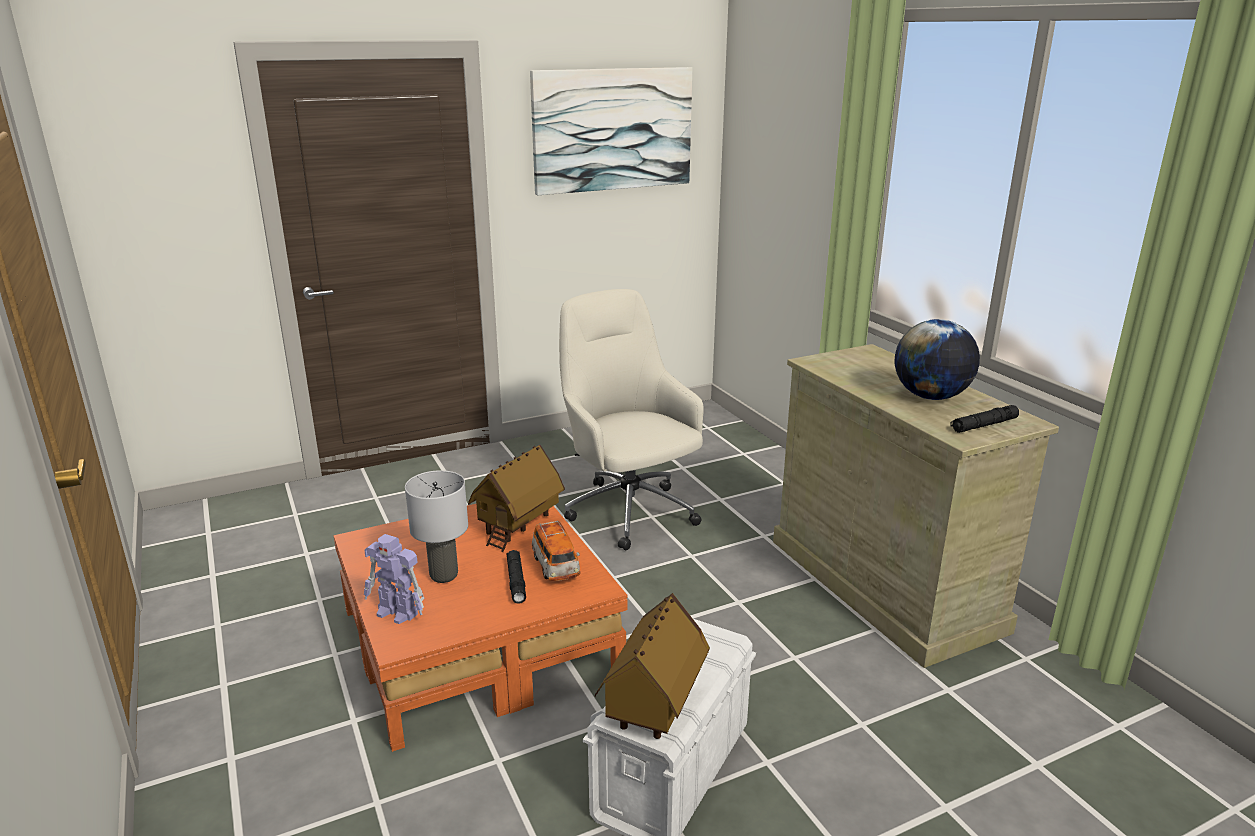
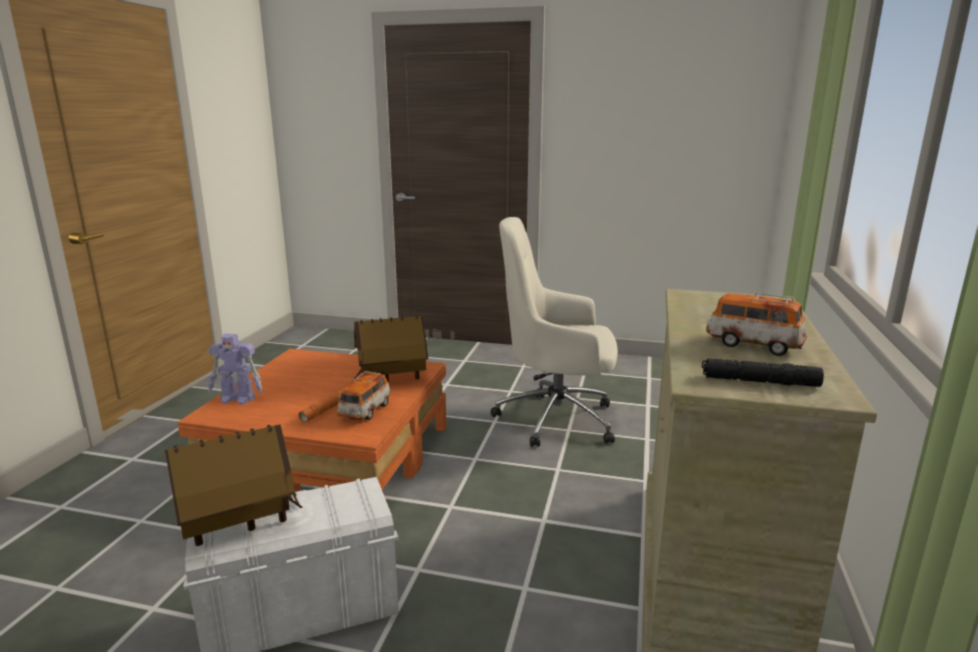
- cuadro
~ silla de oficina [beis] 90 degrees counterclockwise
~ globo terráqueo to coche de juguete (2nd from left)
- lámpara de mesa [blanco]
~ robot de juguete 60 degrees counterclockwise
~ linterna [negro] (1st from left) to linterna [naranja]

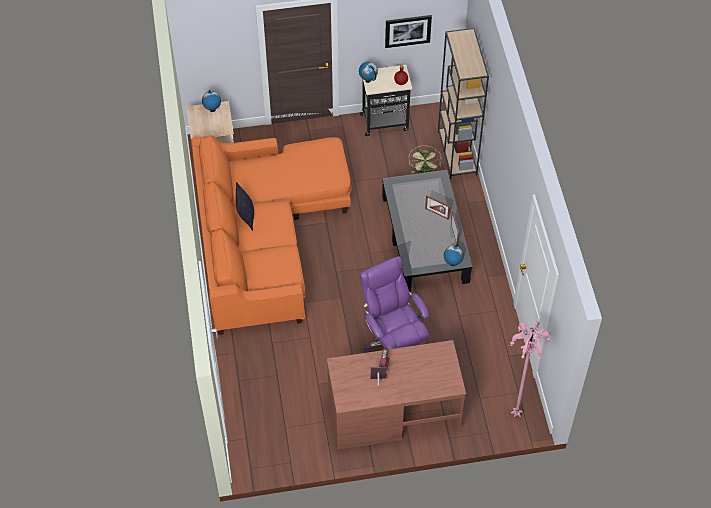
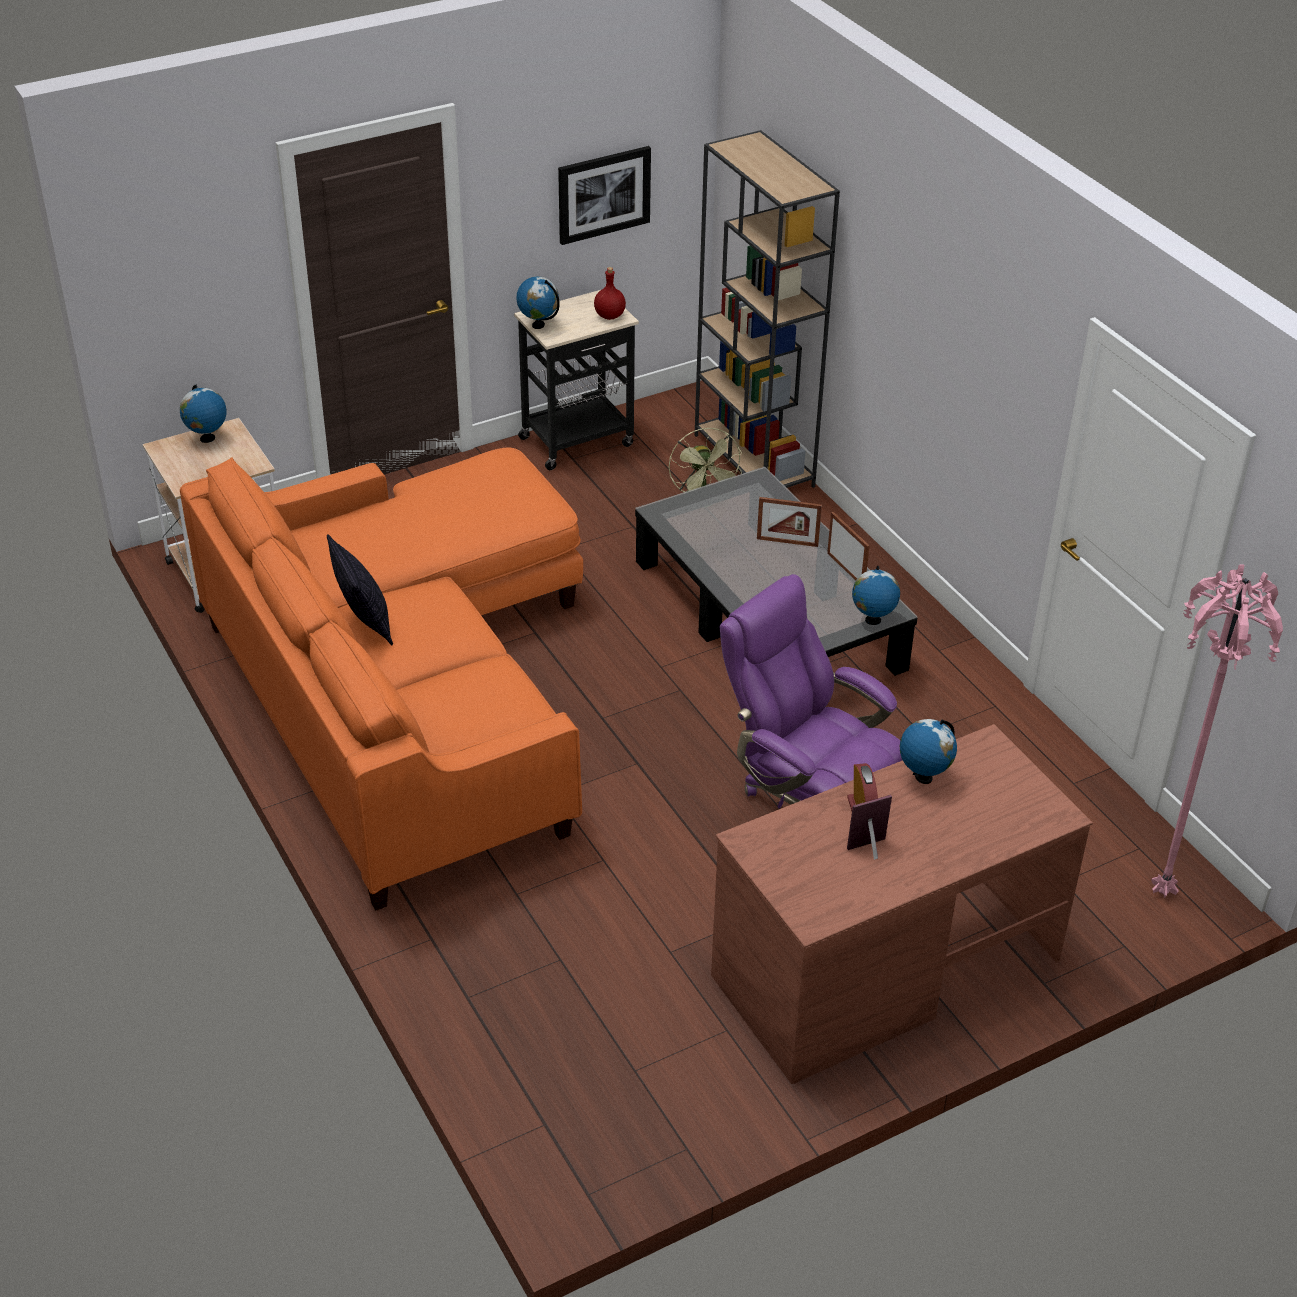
+ globo terráqueo (4th from left)

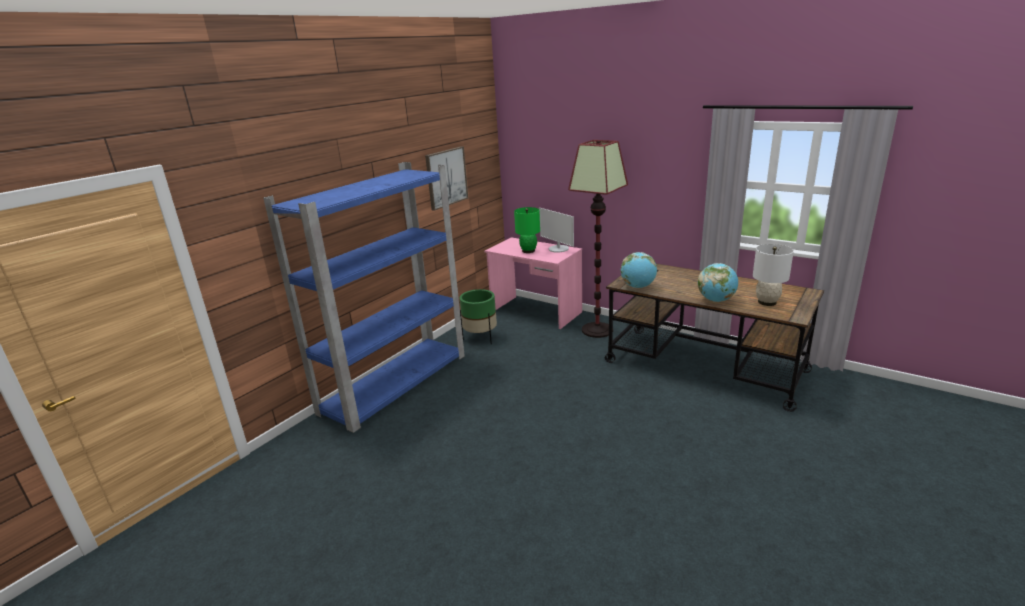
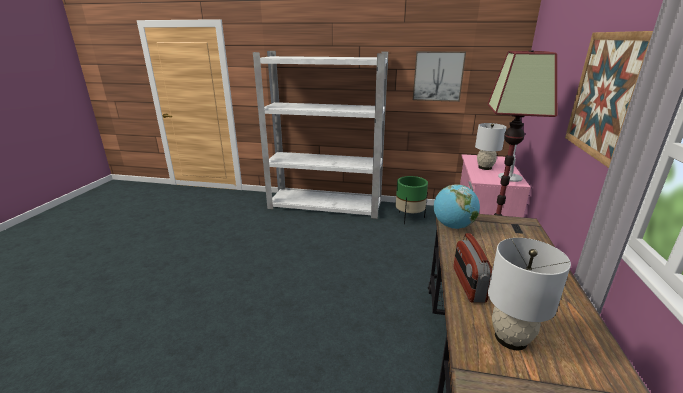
~ estantería [azul] to estantería [blanco]
~ lámpara de mesa [verde] to lámpara de mesa [blanco] (1st from left)
~ globo terráqueo (2nd from left) to radio
+ cuadro (2nd from left)

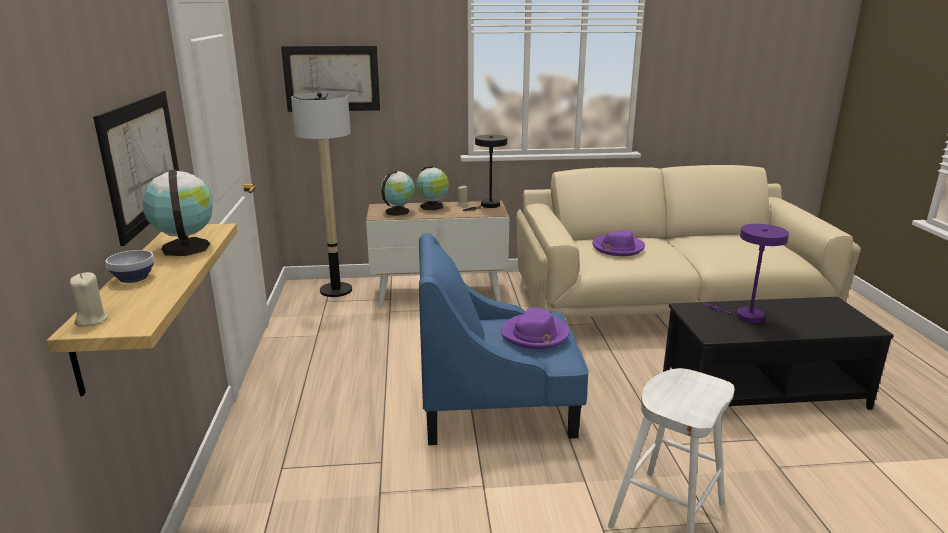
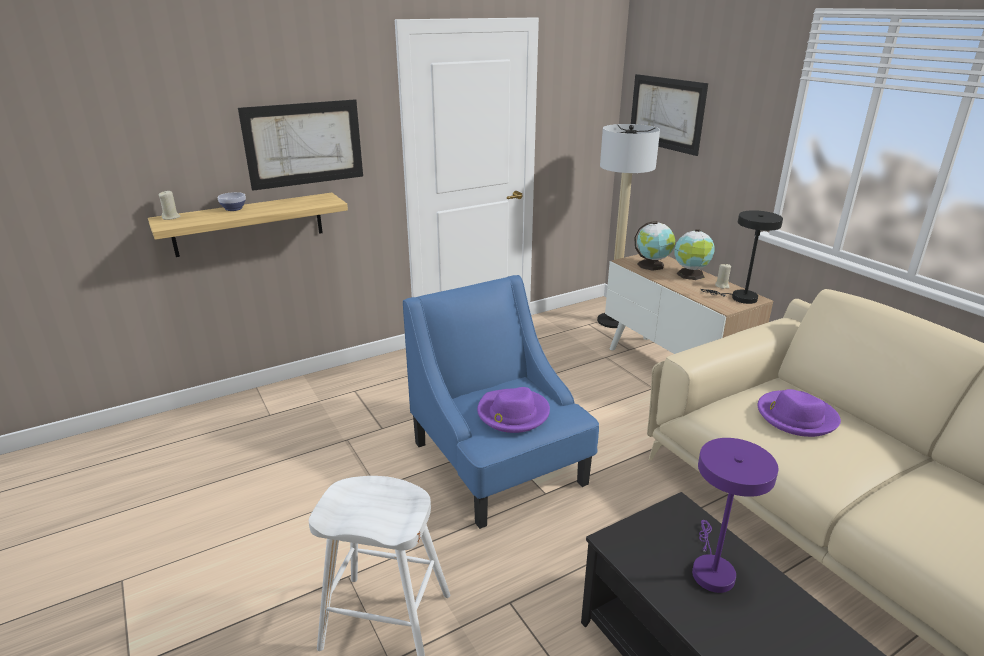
- globo terráqueo (1st from left)

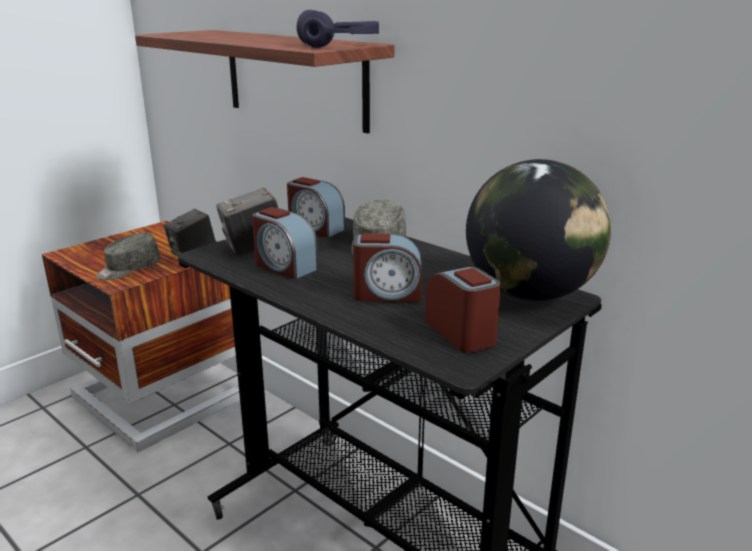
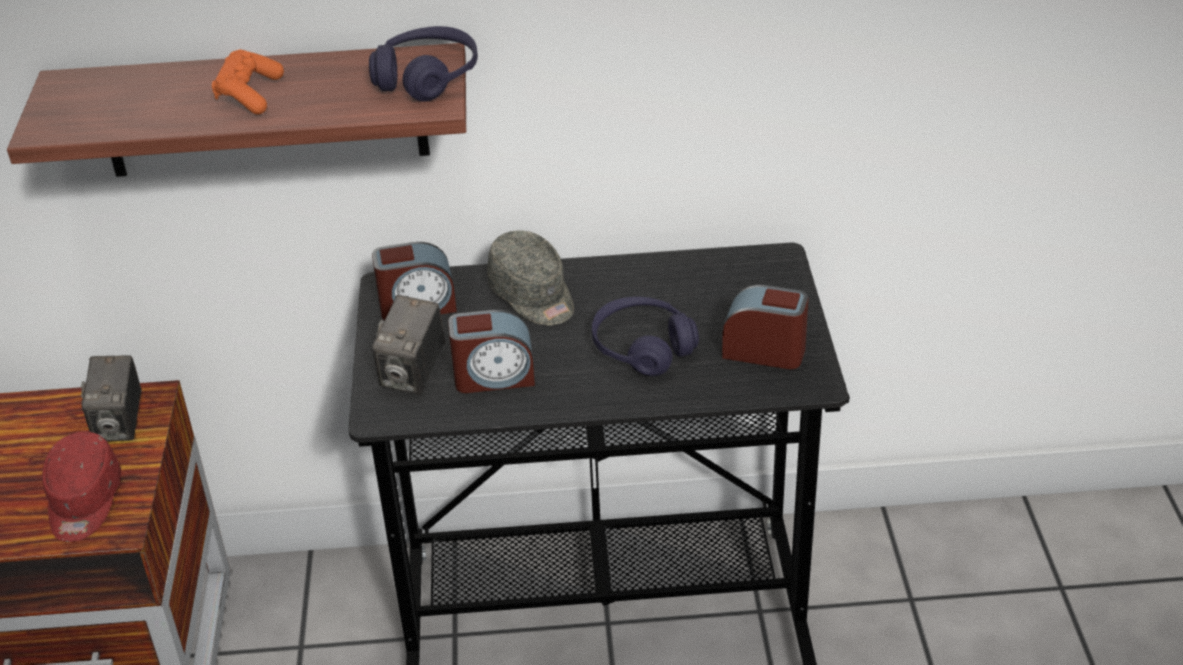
- globo terráqueo
~ gorra [gris] (1st from left) to gorra [rojo]
~ despertador (3rd from left) to auriculares [morado] (2nd from left)
+ mando de consola [naranja]

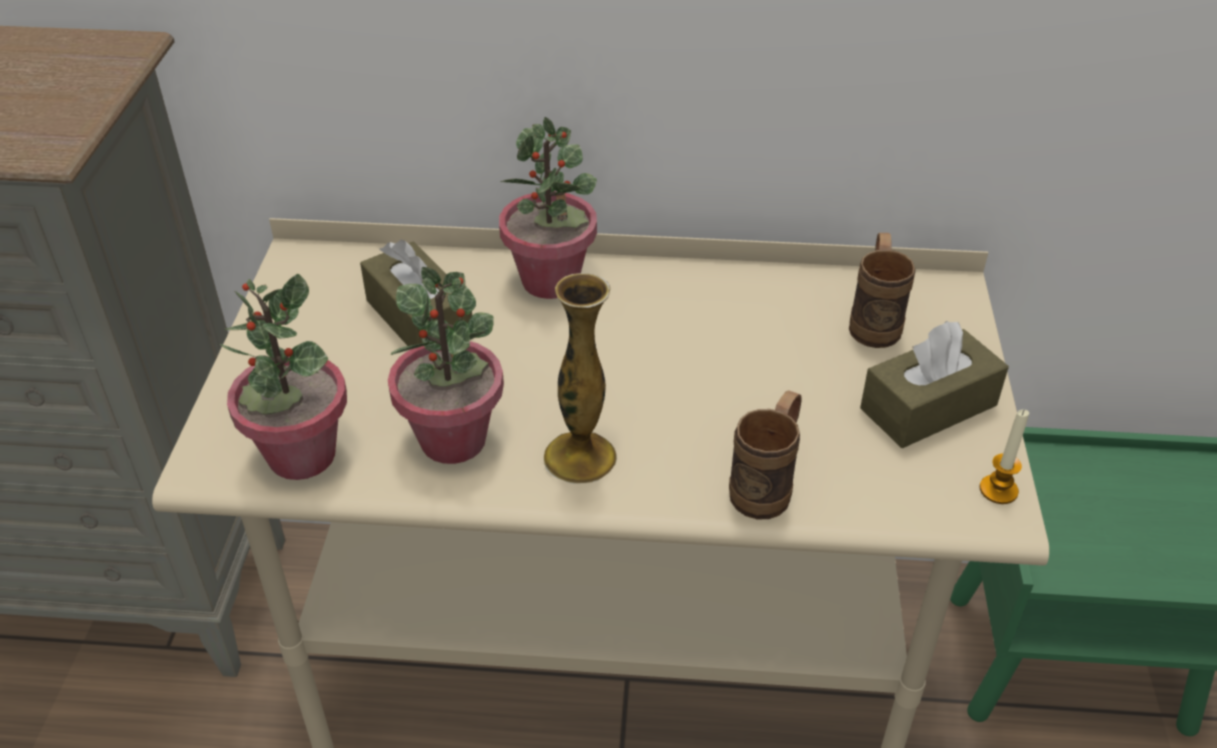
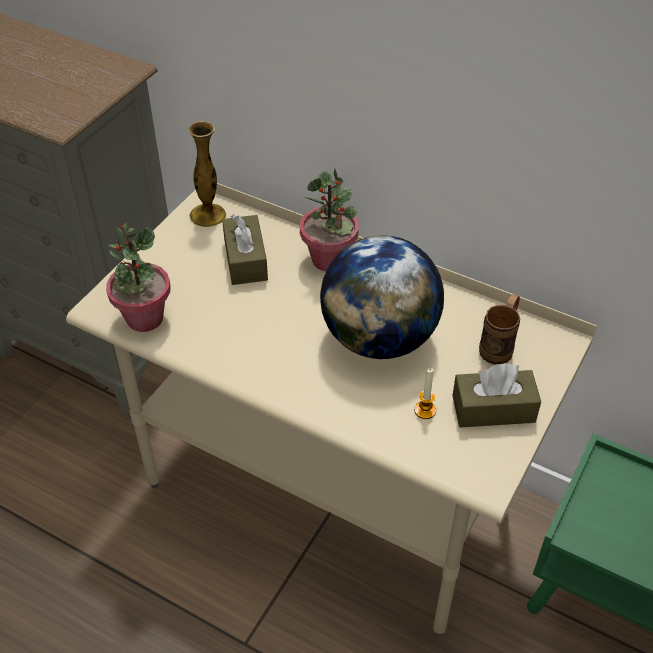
- planta en maceta (2nd from left)
~ florero
- taza grande [marrón] (1st from left)
~ vela
+ globo terráqueo

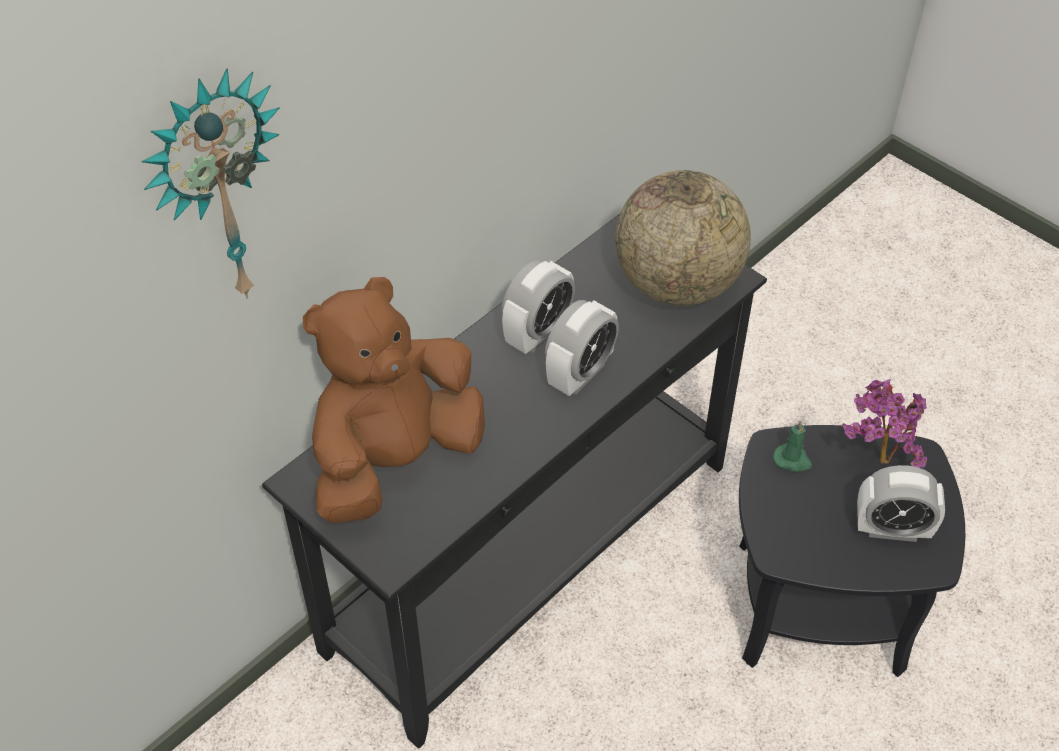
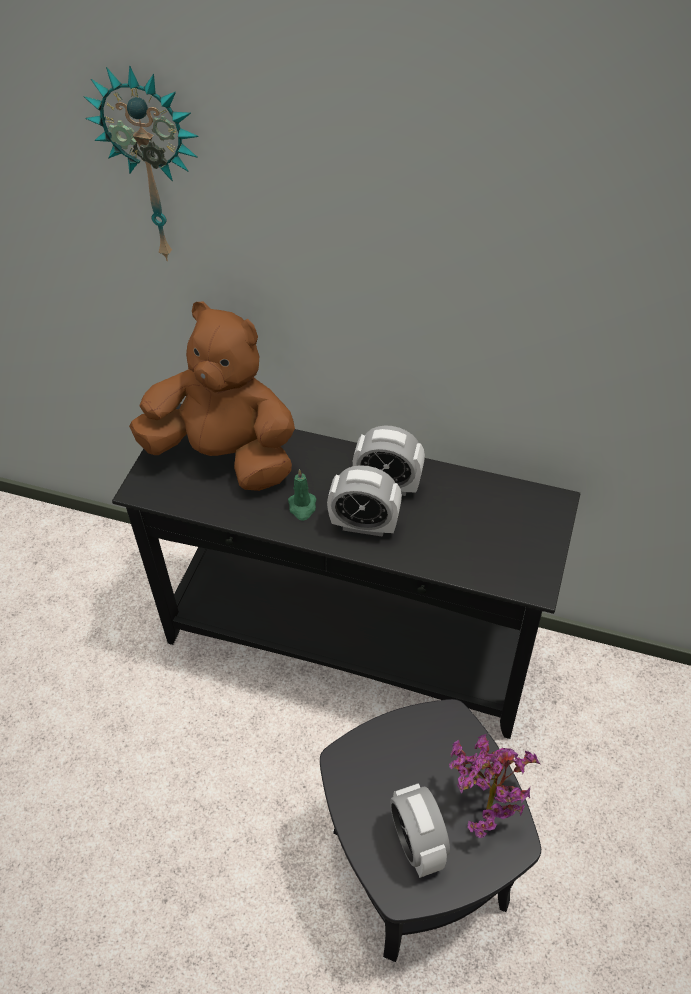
- globo terráqueo
~ vela [verde]

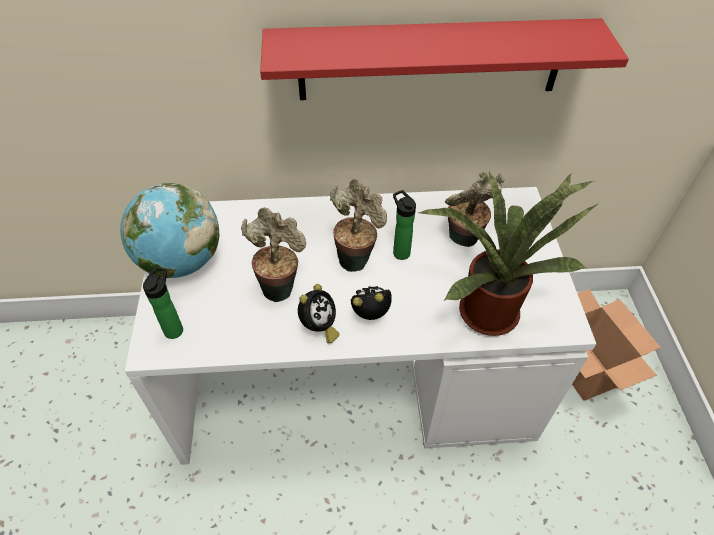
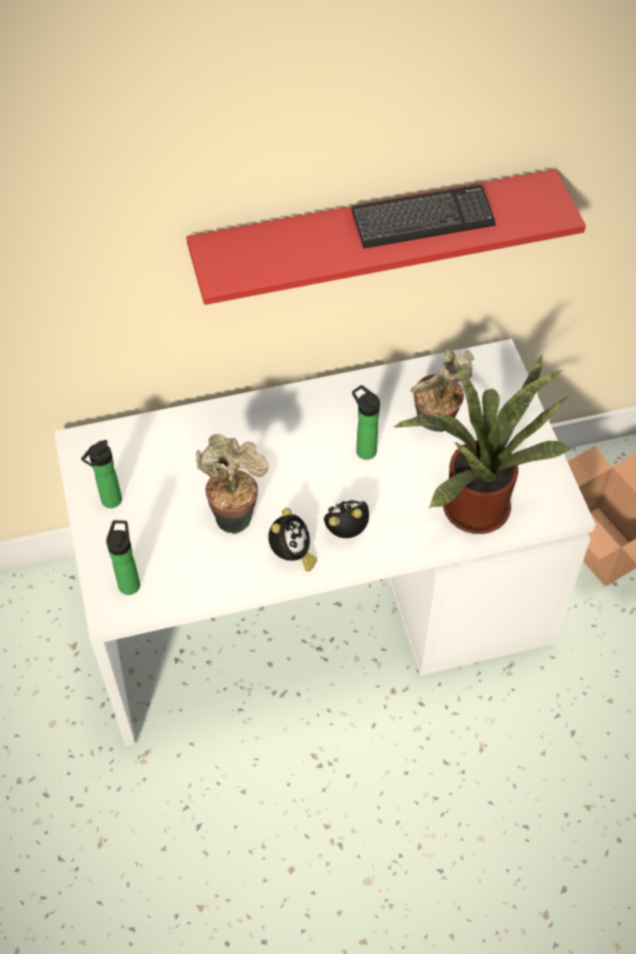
- planta en maceta (2nd from left)
~ globo terráqueo to botella (1st from left)
+ teclado

